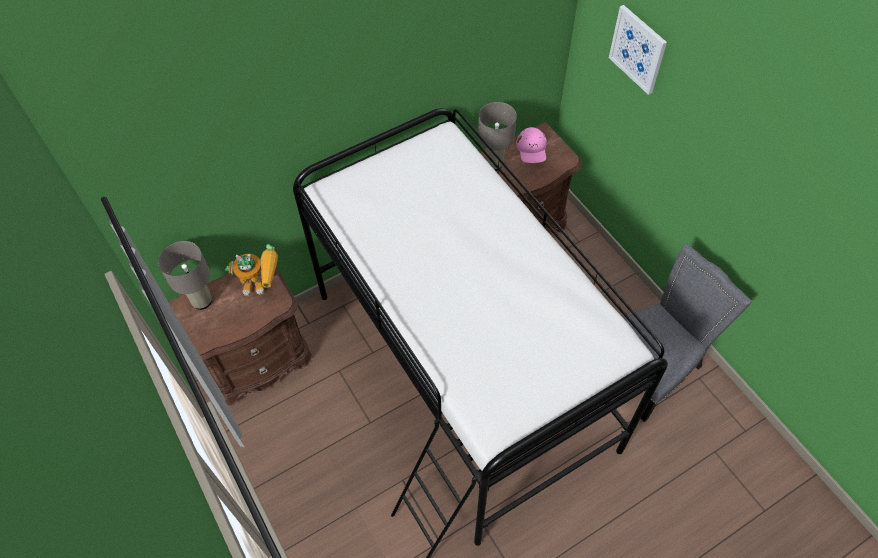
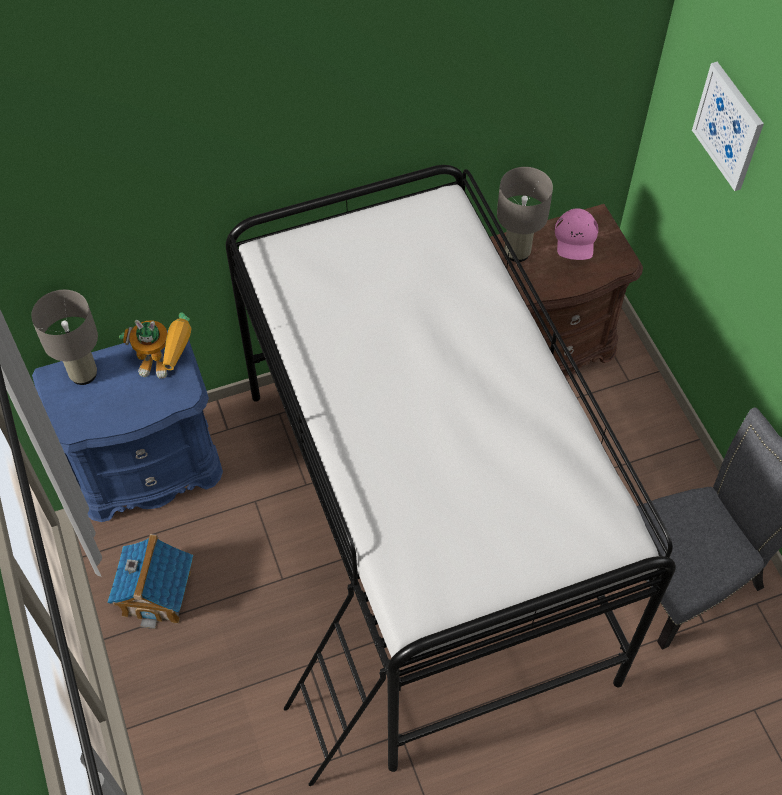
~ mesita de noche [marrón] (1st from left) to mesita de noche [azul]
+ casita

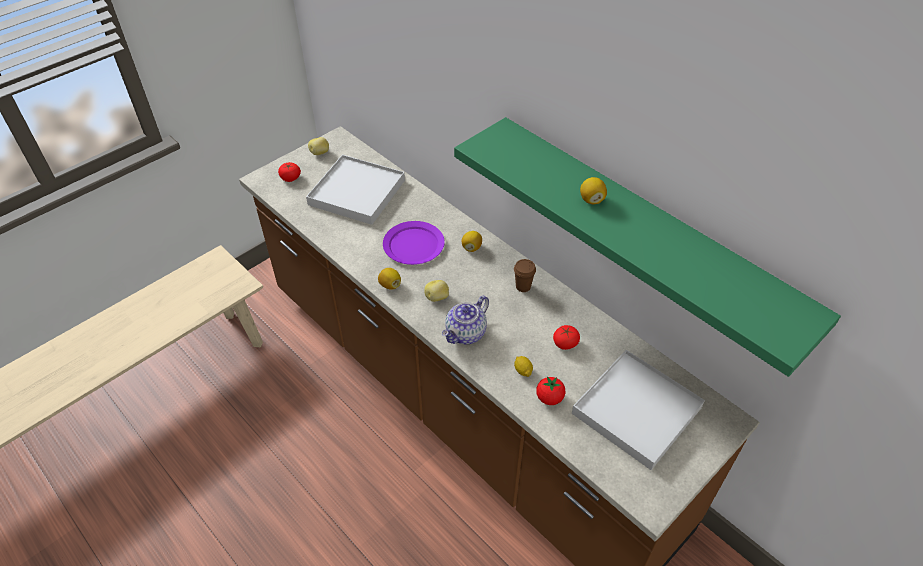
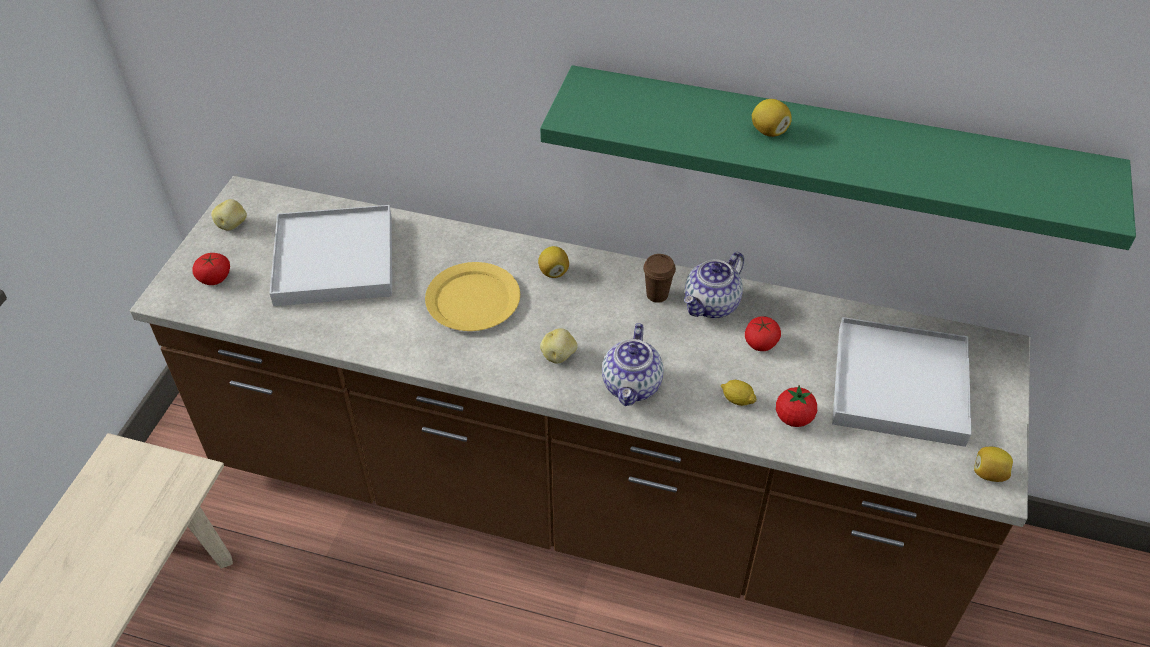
~ plato [morado] to plato [amarillo]
~ limón (1st from left in the first image) to limón (4th from left)
+ tetera (2nd from left)

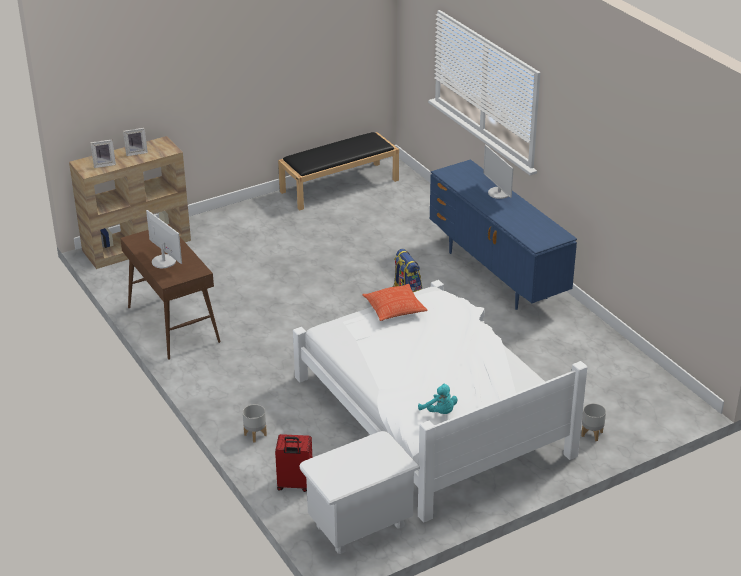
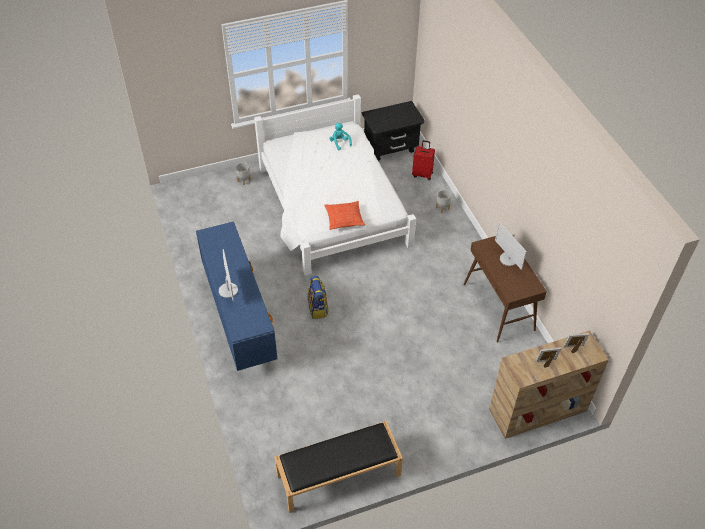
~ mesita de noche [blanco] to mesita de noche [negro]

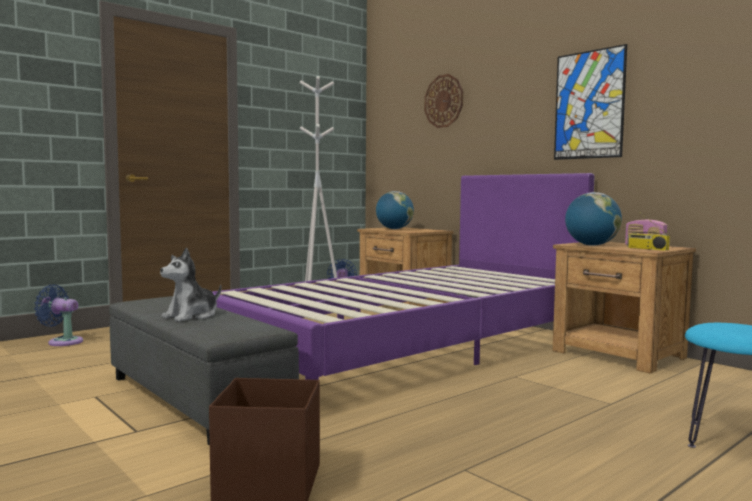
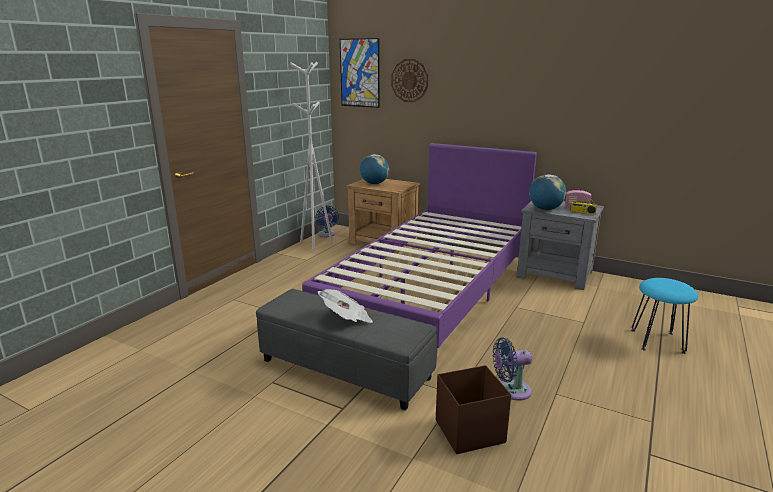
~ cuadro
~ mesita de noche [marrón] (2nd from left) to mesita de noche [gris]
~ peluche to periódico
~ ventilador [azul] (1st from left in the first image) to ventilador [azul] (2nd from left)

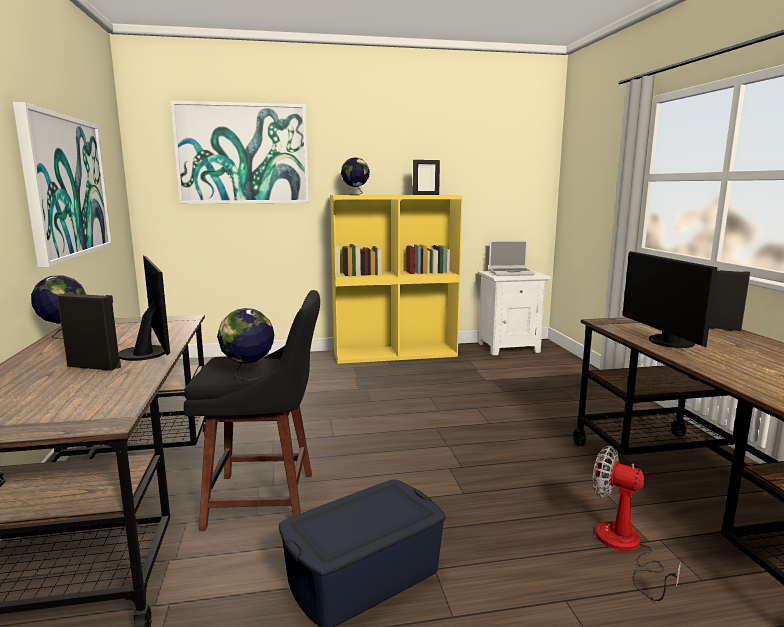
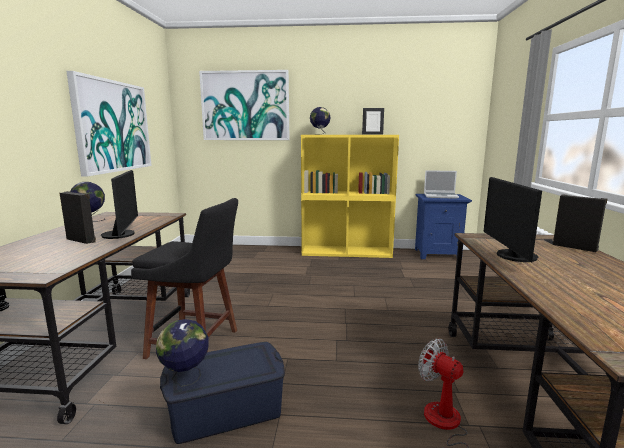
~ mesita de noche [blanco] to mesita de noche [azul]
~ globo terráqueo (2nd from left)

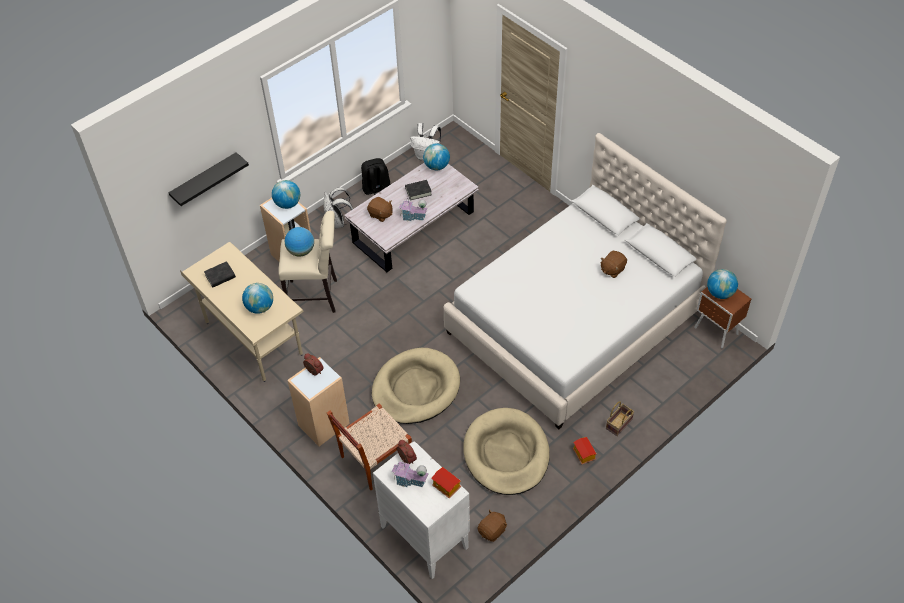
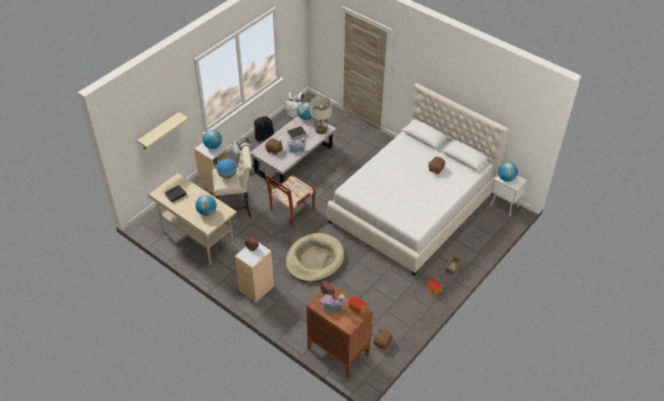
~ estante [negro] to estante [beis]
~ mesita de noche [marrón] to mesita de noche [blanco]
~ silla
- cama para perro [beis] (2nd from left)
~ cómoda [blanco] to cómoda [marrón]
+ lámpara de mesa

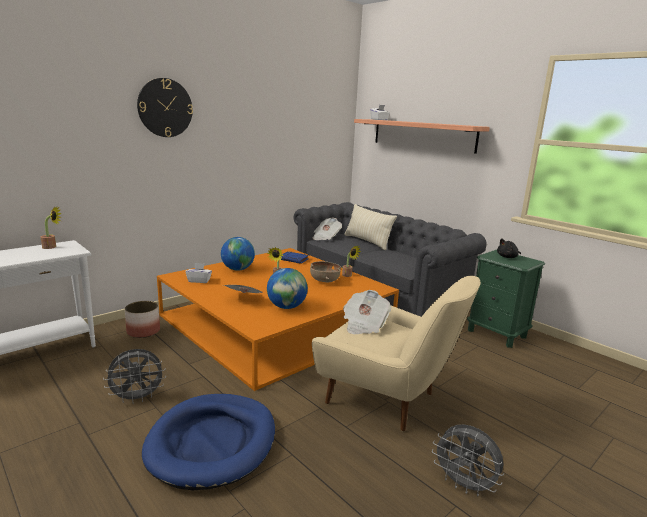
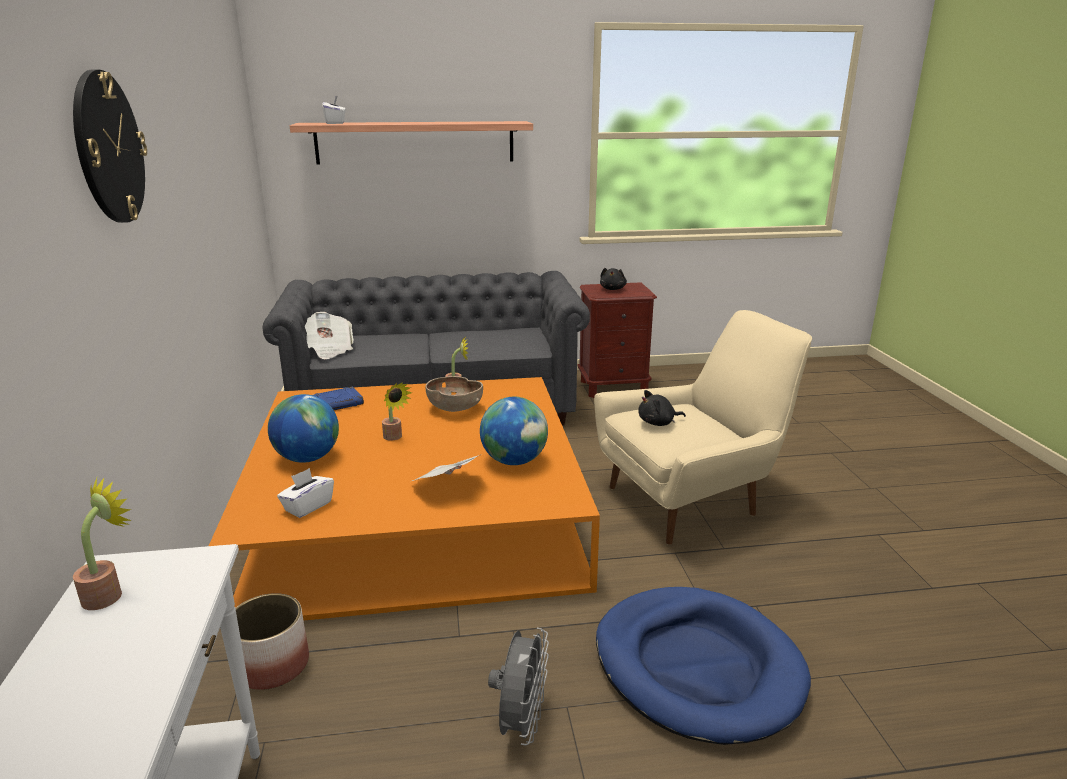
- cojín [beis]
~ mesita de noche [verde] to mesita de noche [marrón]
~ periódico (3rd from left) to peluche [negro] (2nd from left)
- ventilador [gris] (2nd from left)

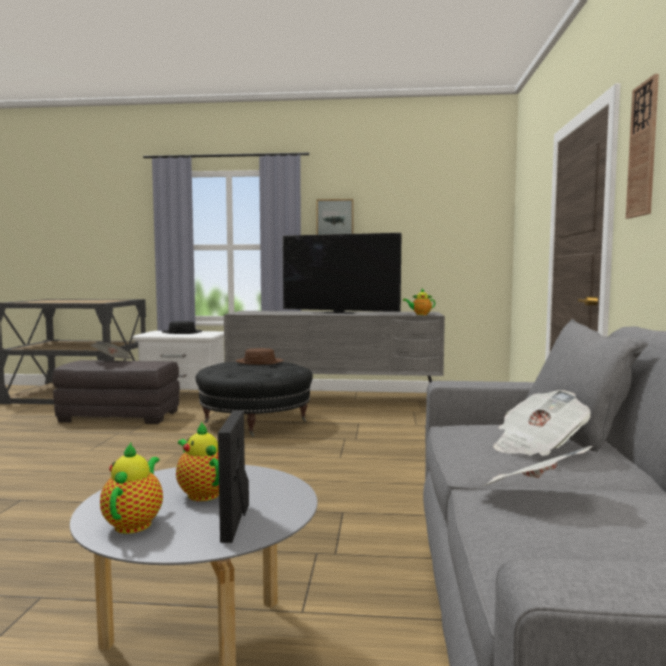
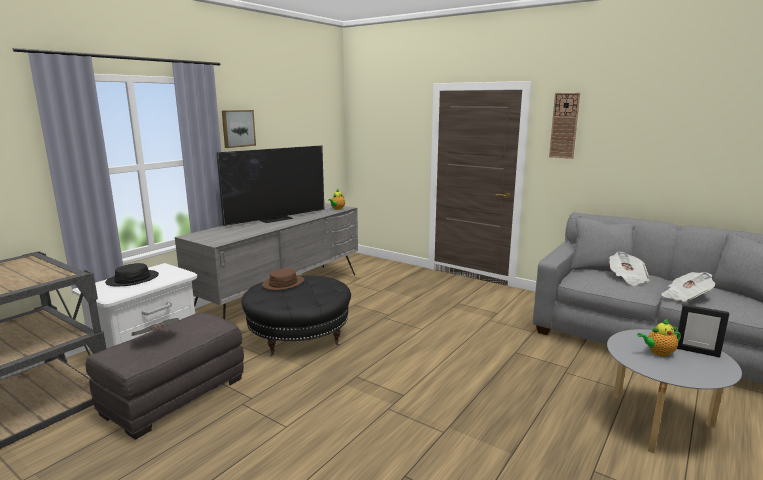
- tetera (1st from left)

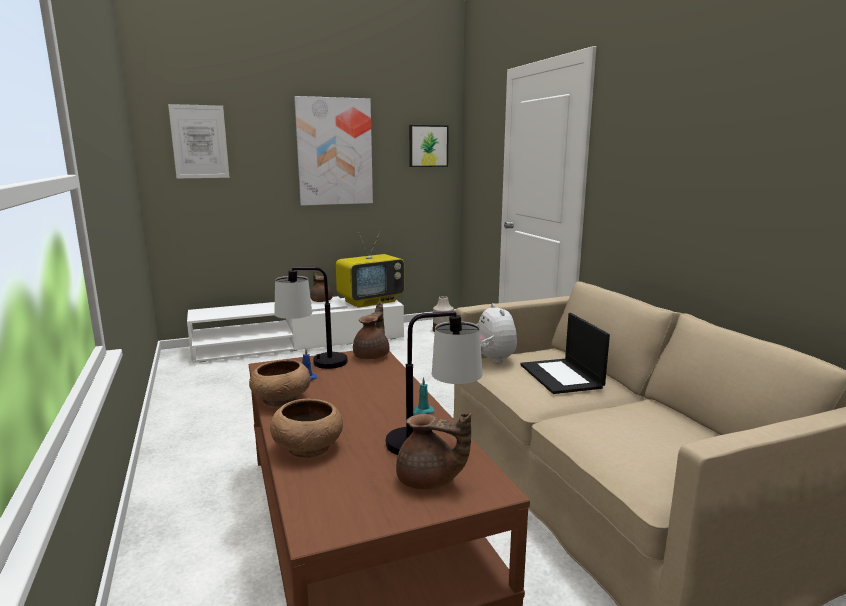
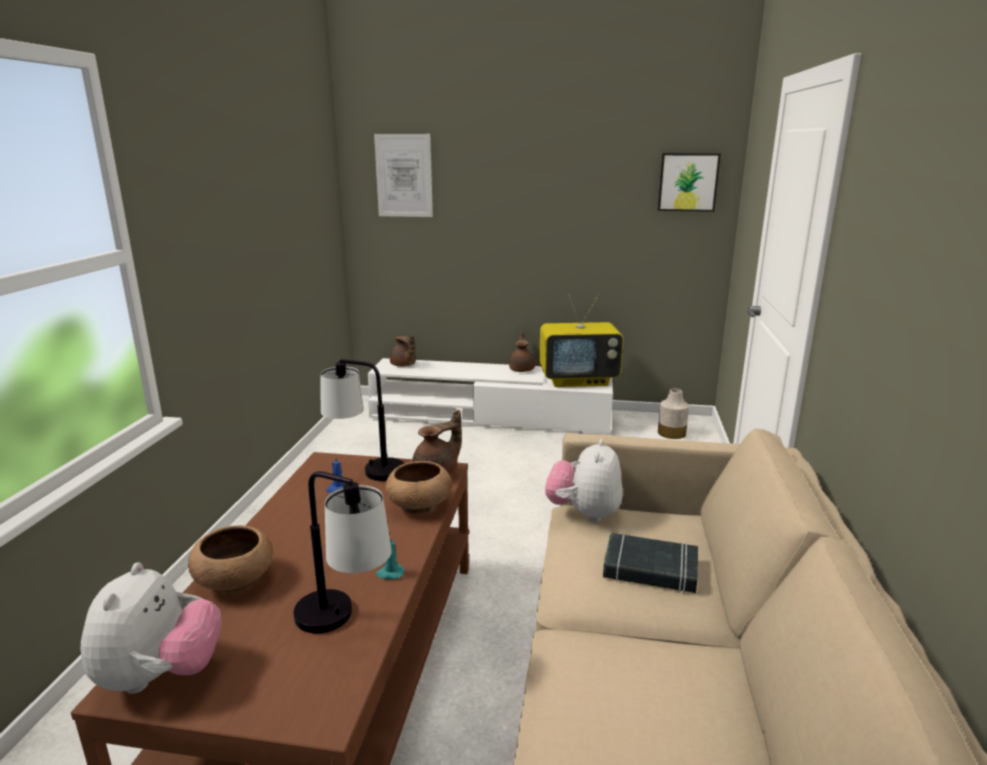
- cuadro (2nd from left)
~ portátil to libro [negro]
~ cuenco [marrón] (1st from left in the first image) to cuenco [marrón] (2nd from left)
~ tetera [marrón] (3rd from left in the first image) to tetera [marrón] (1st from left)
+ peluche (1st from left)

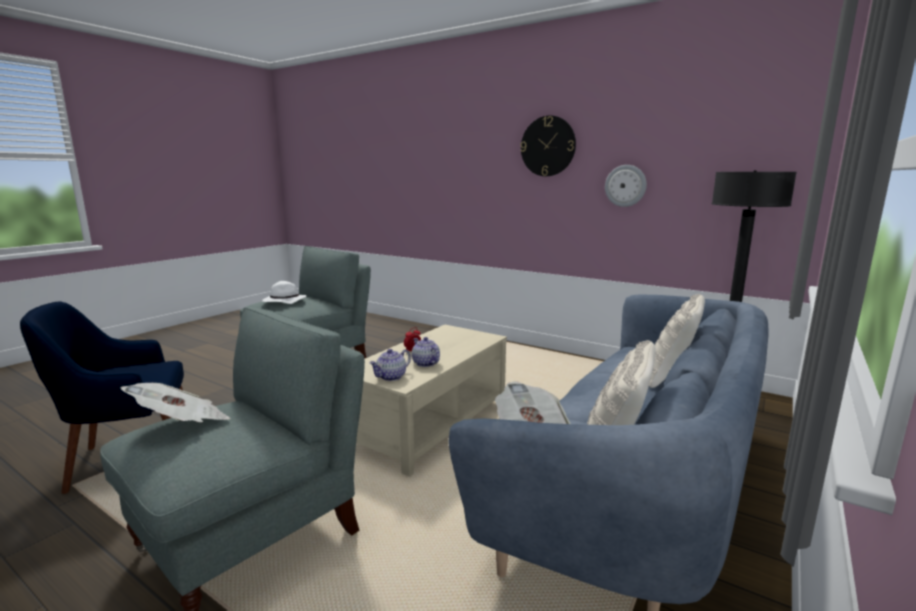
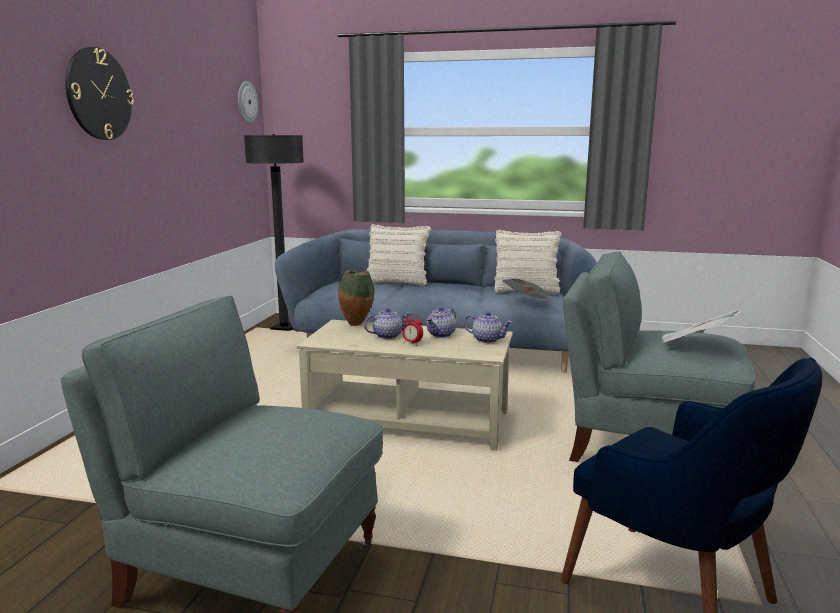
~ reloj de pared (2nd from left)
- sombrero [blanco]
+ florero
+ tetera (1st from left)

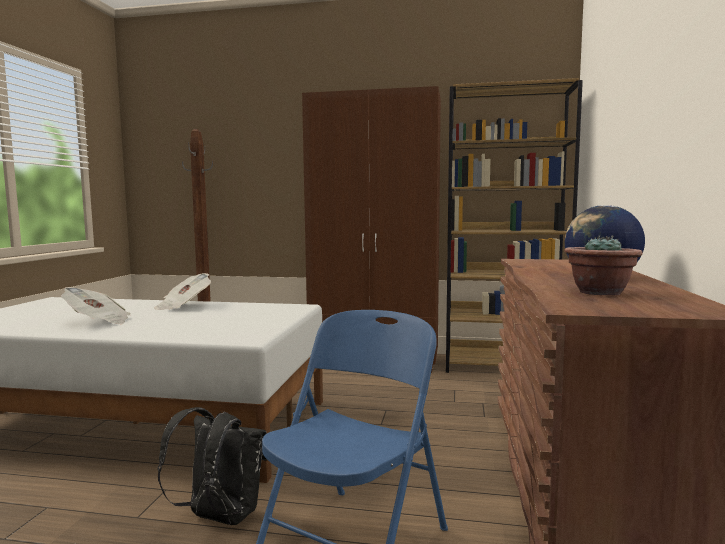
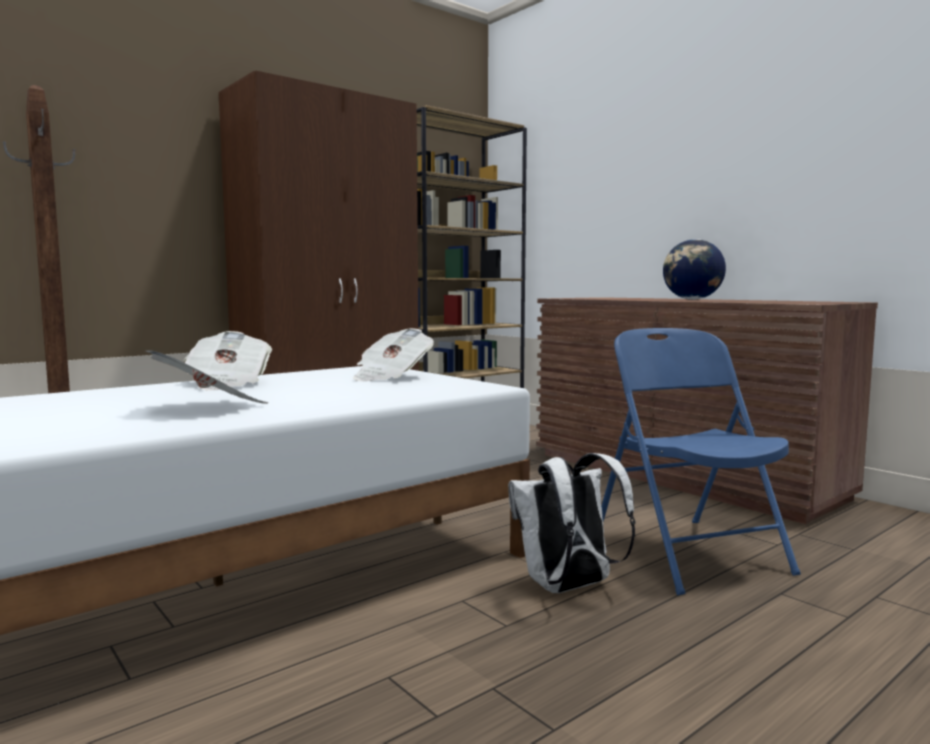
- planta en maceta
~ mochila [negro] to mochila [blanco]
+ periódico (3rd from left)

